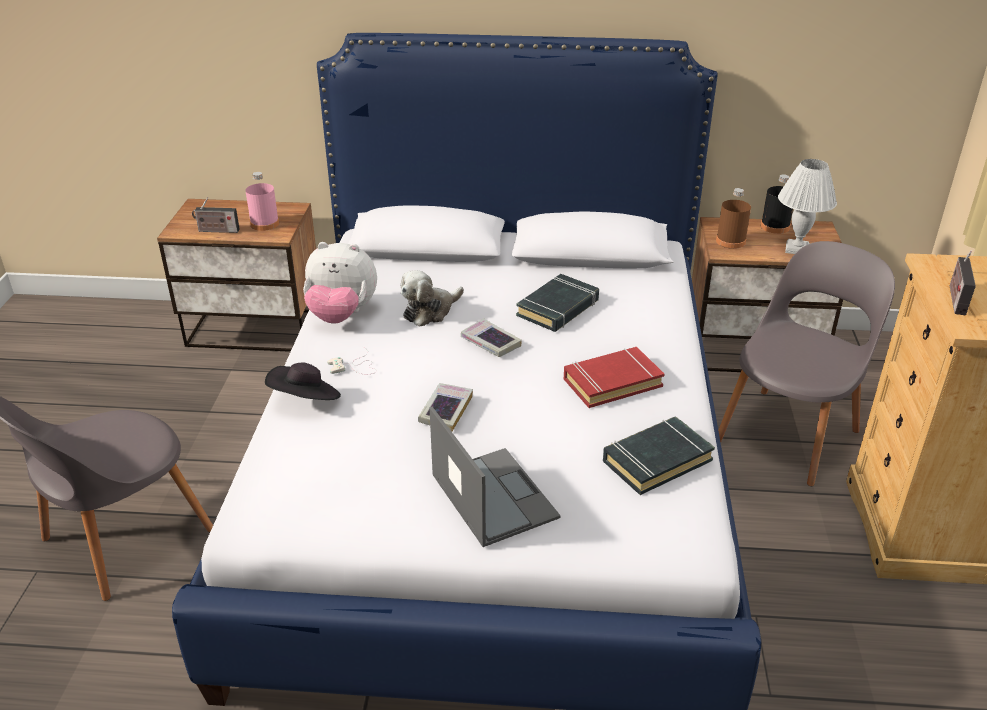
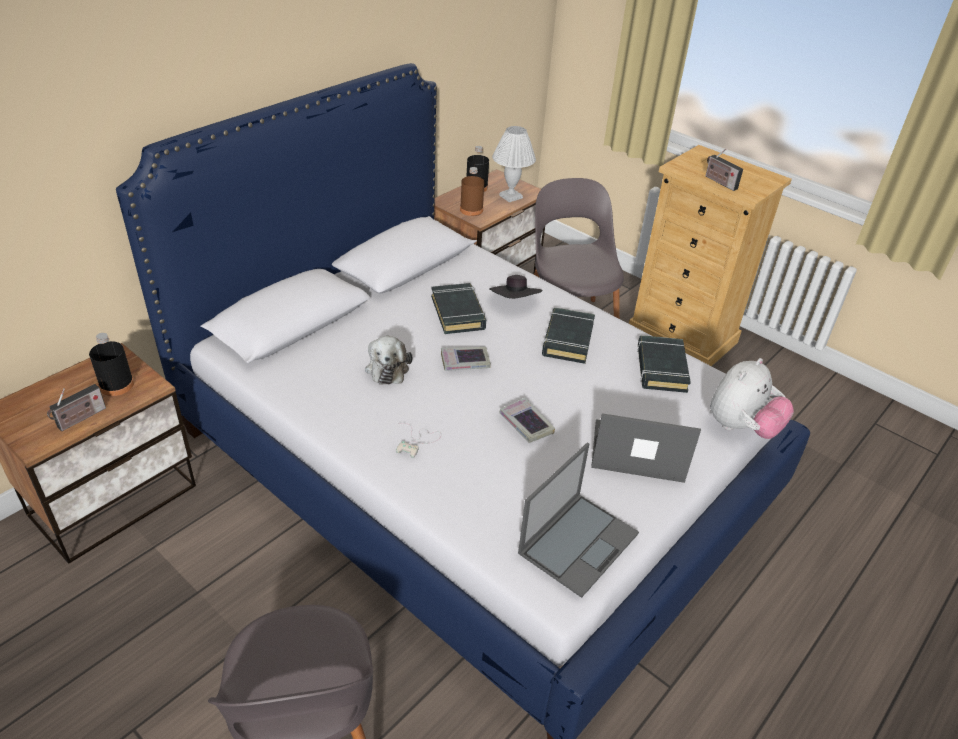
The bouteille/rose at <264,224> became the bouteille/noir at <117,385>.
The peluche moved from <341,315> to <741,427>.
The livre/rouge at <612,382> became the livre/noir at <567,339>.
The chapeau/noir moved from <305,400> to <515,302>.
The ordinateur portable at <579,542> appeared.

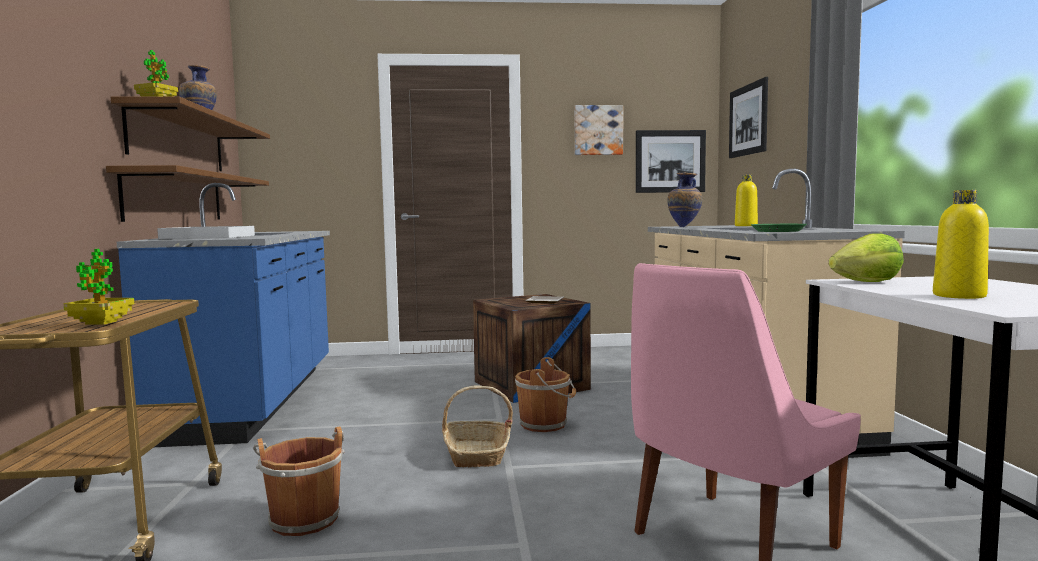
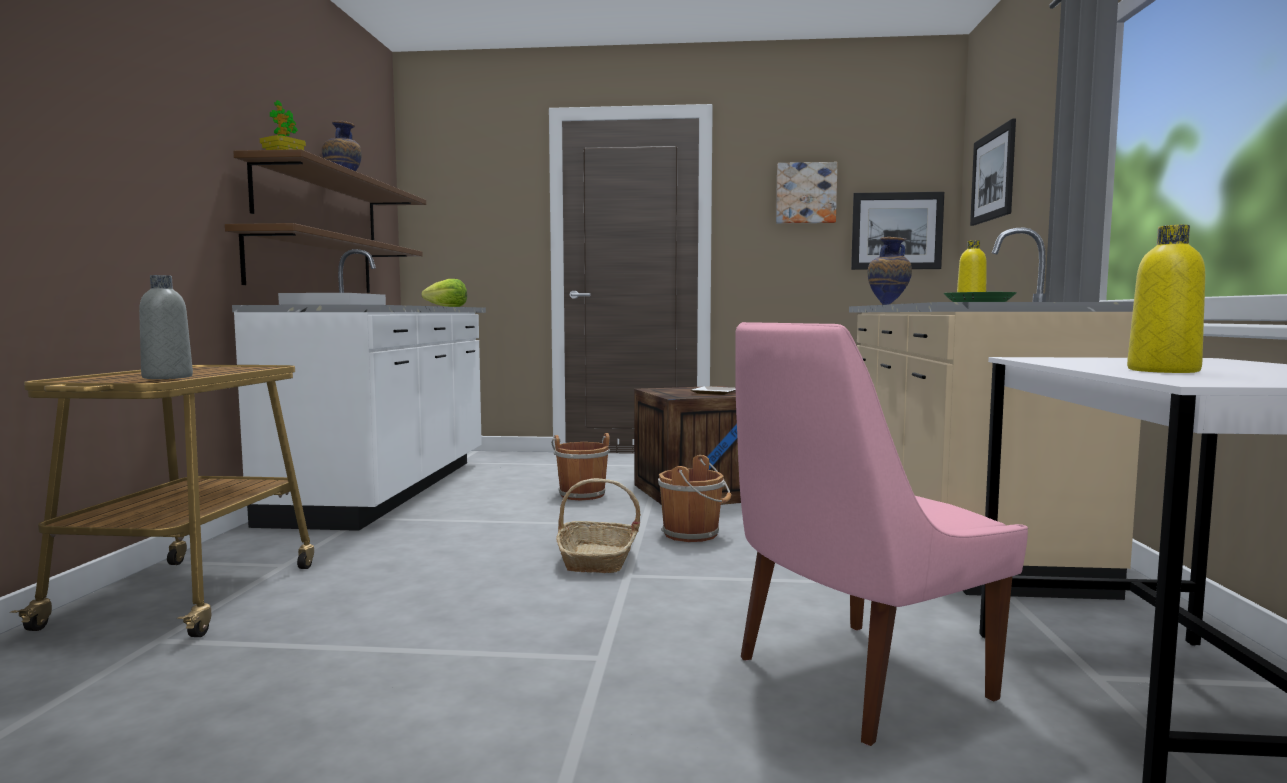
The comptoir de cuisine/bleu at <255,400> became the comptoir de cuisine/blanc at <388,490>.
The laitue moved from <866,282> to <447,307>.
The plante en pot at <101,322> was replaced by the bouteille/gris at <167,377>.
The seau/marron moved from <303,519> to <581,494>.

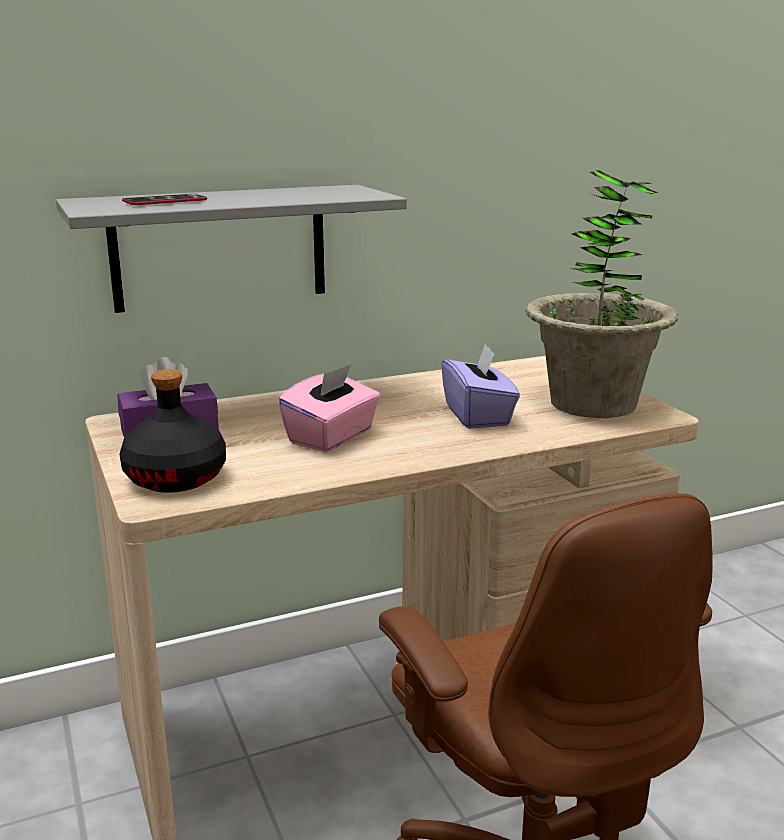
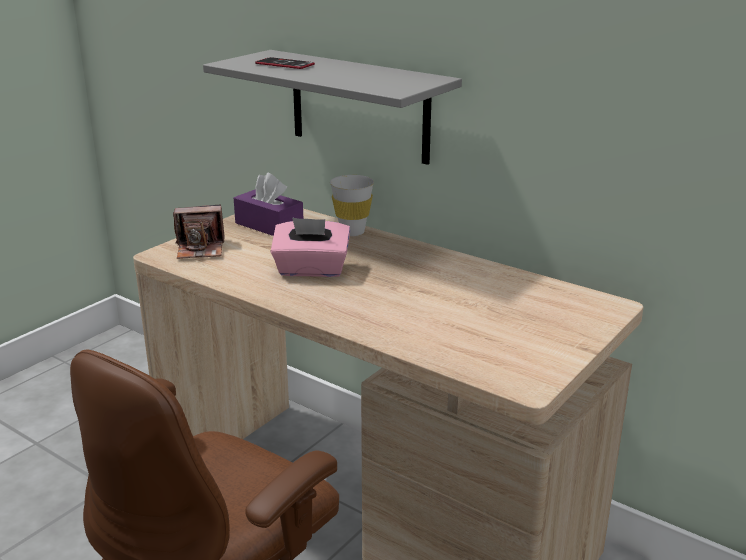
The plante en pot at <593,404> disappeared.
The boîte à mouchoirs/violet at <478,416> disappeared.
The bouteille/noir at <176,478> was replaced by the appareil photo at <200,249>.
The tasse/blanc at <352,232> appeared.

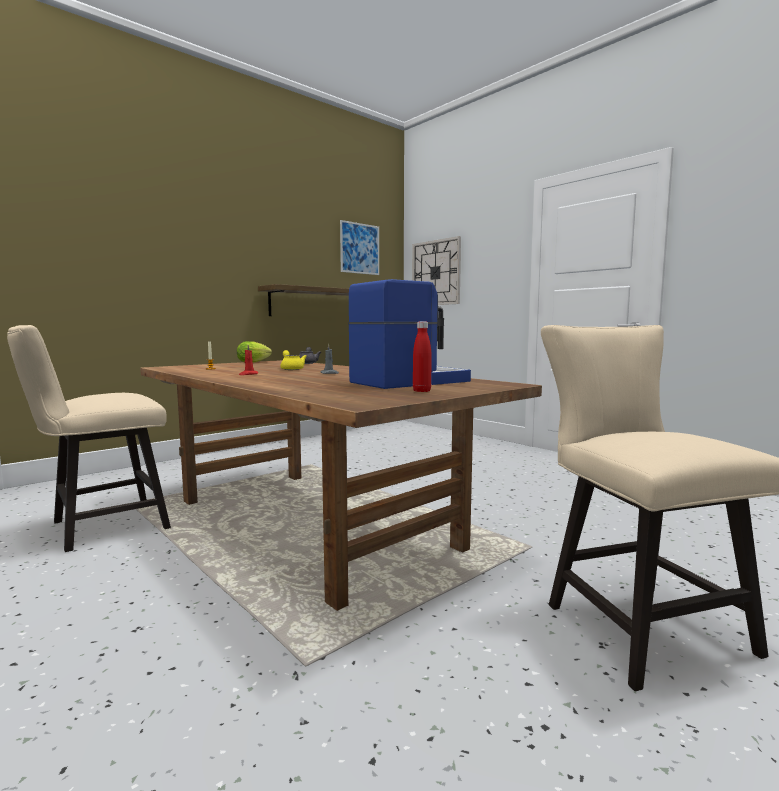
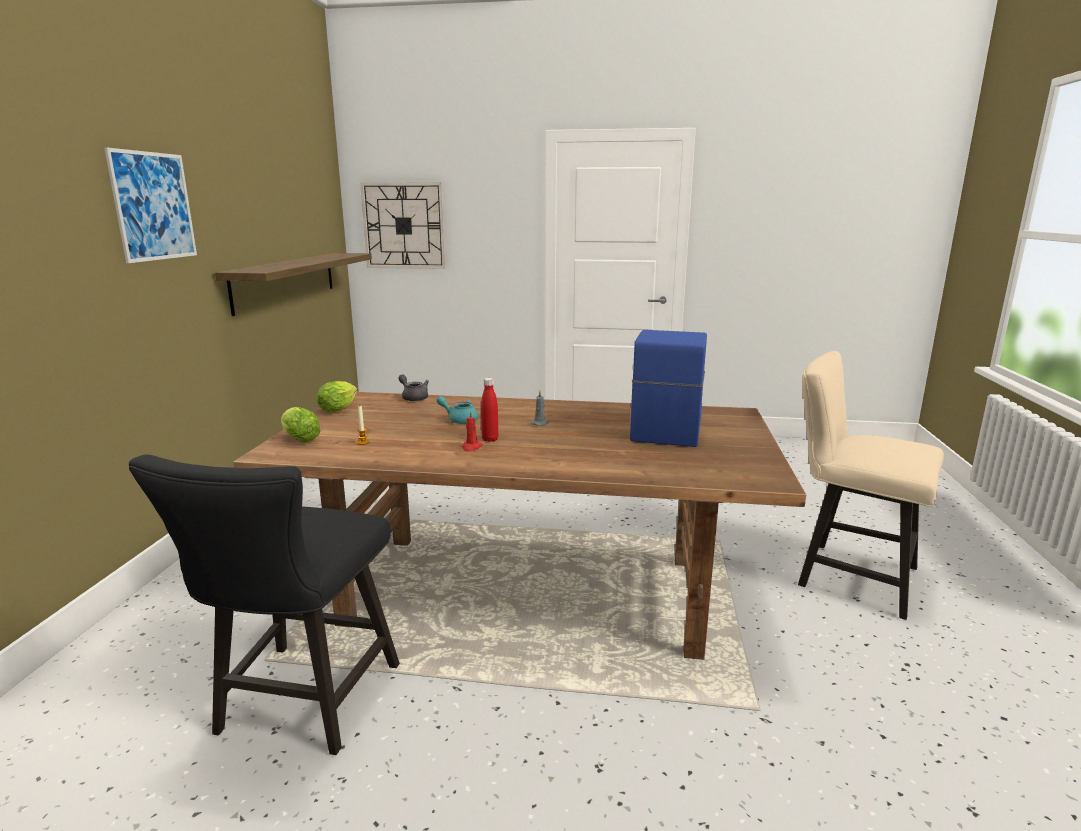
The tableau moved from <360,248> to <153,206>.
The bouteille/rouge moved from <421,391> to <490,439>.
The chaise/beige at <100,527> became the chaise/noir at <302,706>.
The théière/jaune at <291,369> became the théière/turquoise at <459,420>.
The laitue at <299,439> appeared.

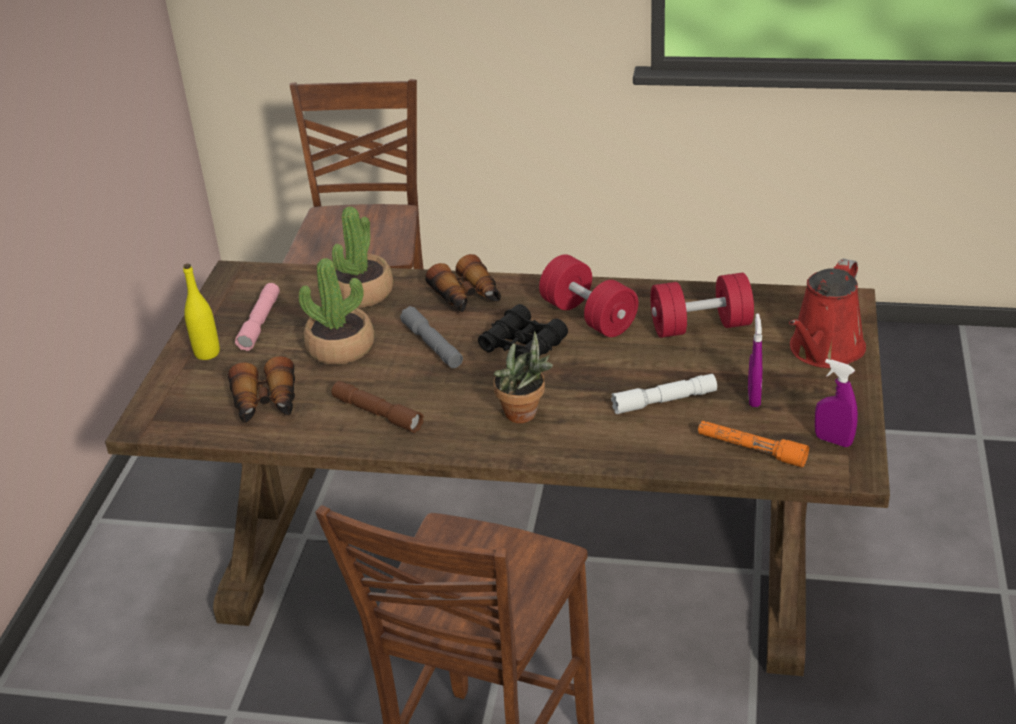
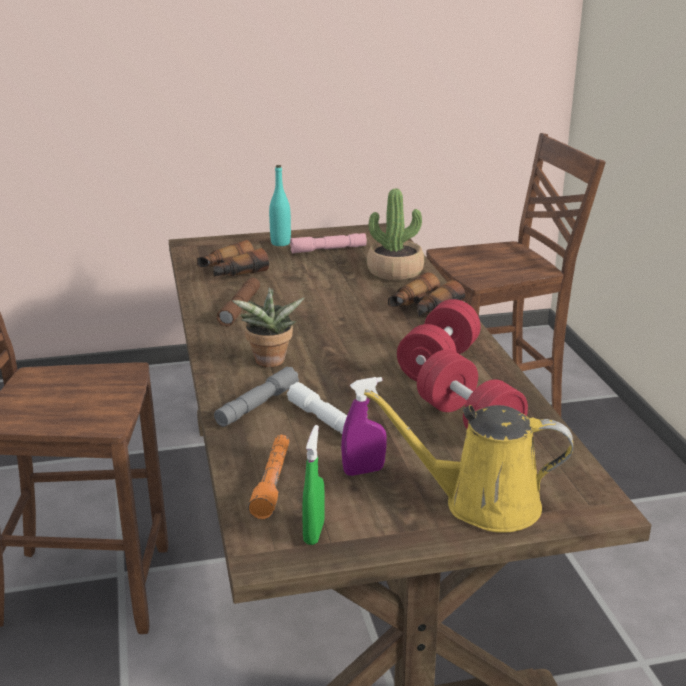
The plante en pot at <341,347> disappeared.
The arrosoir/rouge at <824,351> became the arrosoir/jaune at <482,504>.
The bouteille/jaune at <207,353> became the bouteille/turquoise at <280,243>.
The jumelles/noir at <523,345> disappeared.
The lampe de poche/gris moved from <432,345> to <257,405>.
The vaporisateur/violet at <833,440> became the vaporisateur/vert at <314,533>.

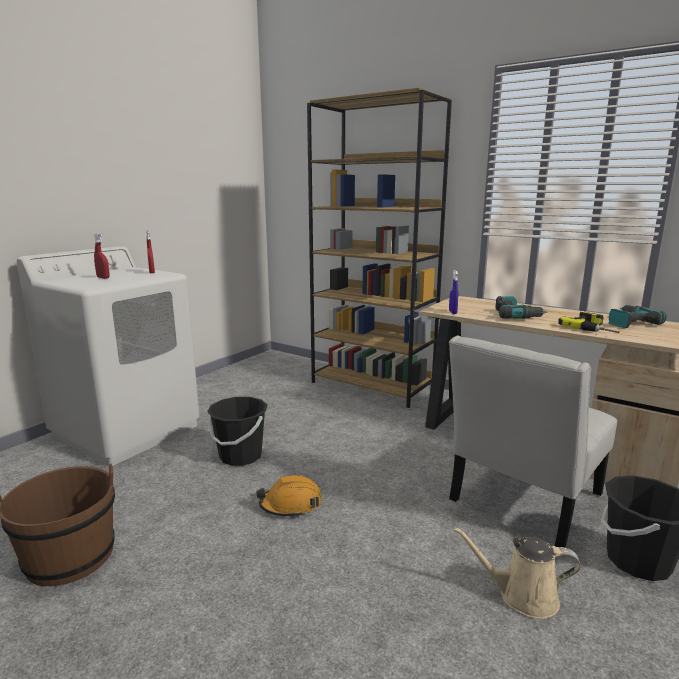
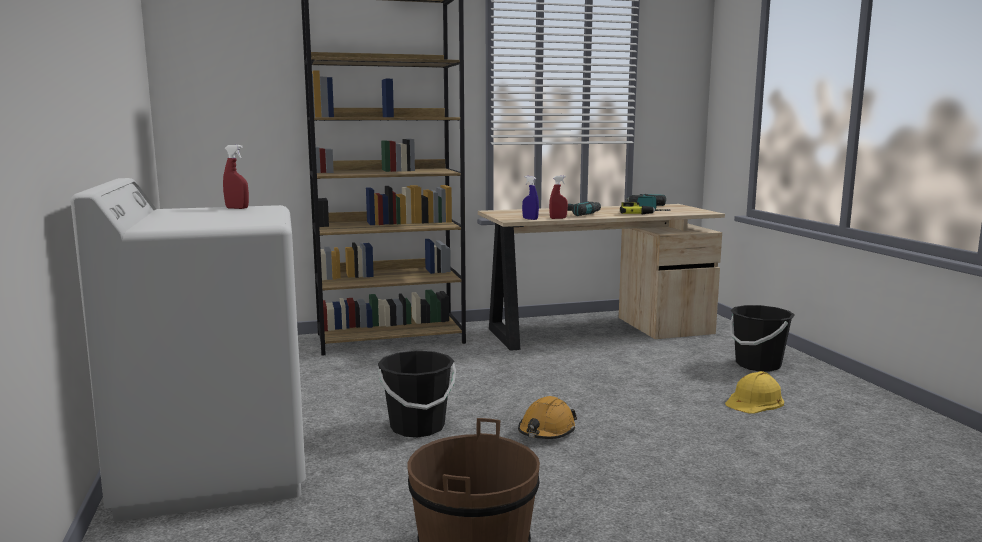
The vaporisateur/rouge moved from <103,278> to <558,218>.
The chaise/blanc at <521,501> disappeared.
The arrosoir/beige at <522,596> was replaced by the casque de chantier/jaune at <754,401>.

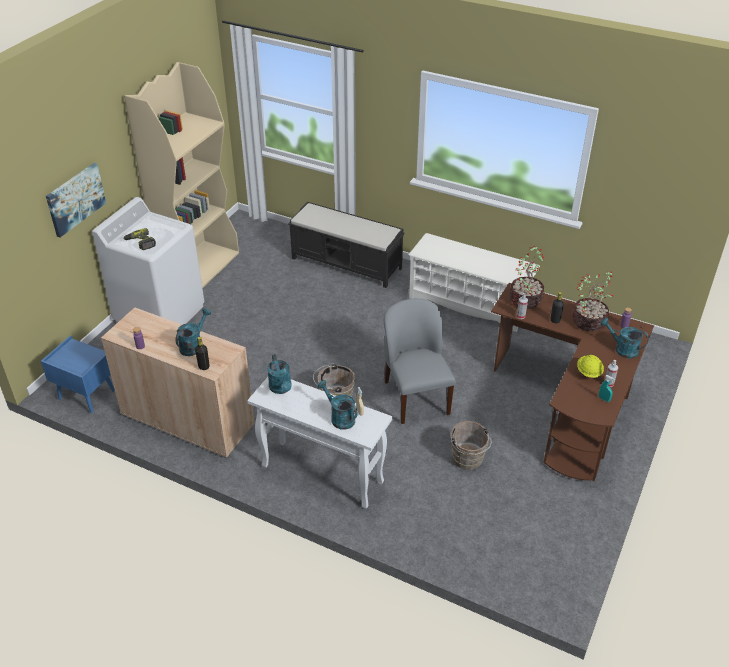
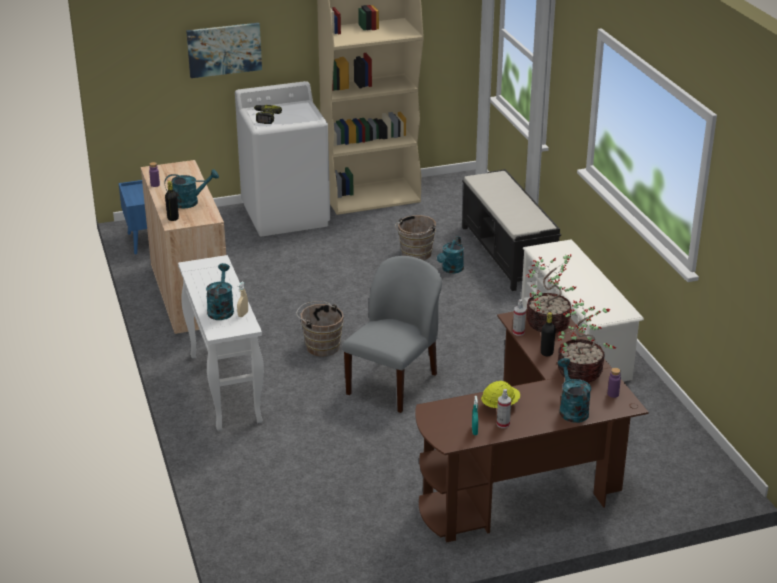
The arrosoir/turquoise moved from <281,389> to <451,270>.
The seau/marron moved from <468,460> to <415,255>.

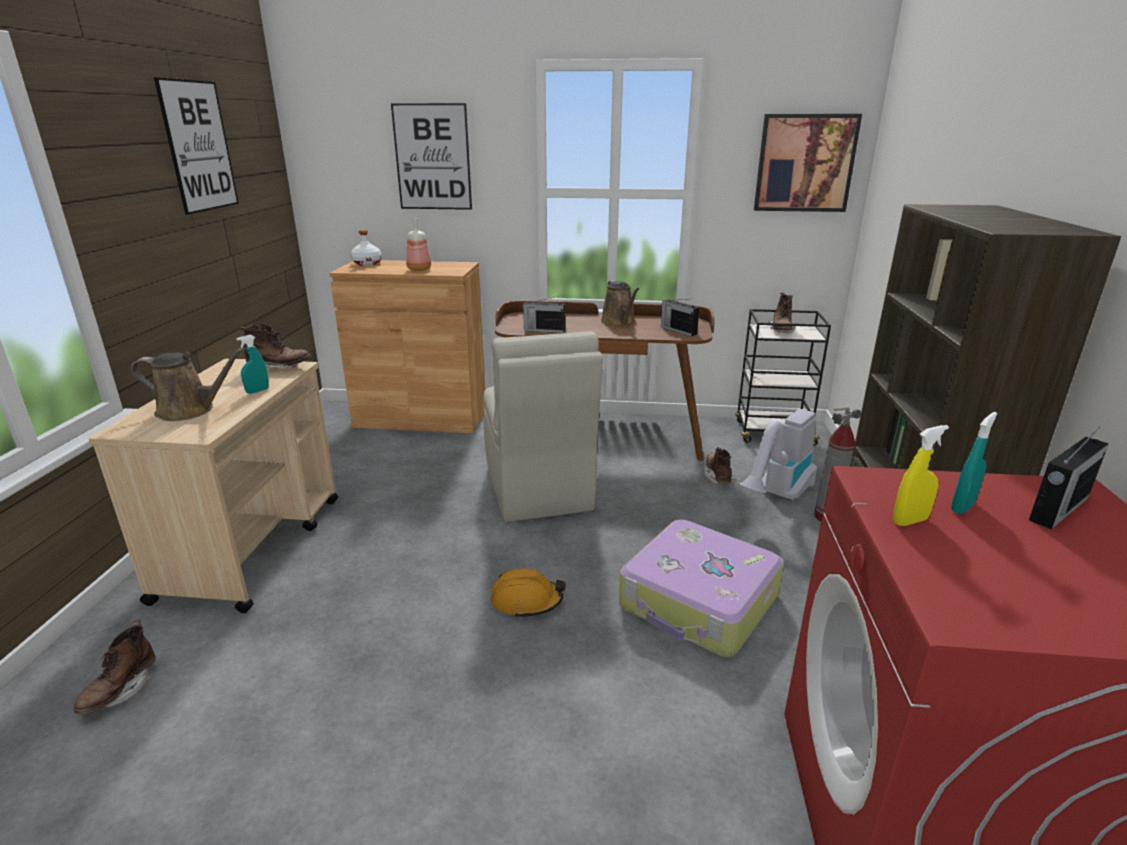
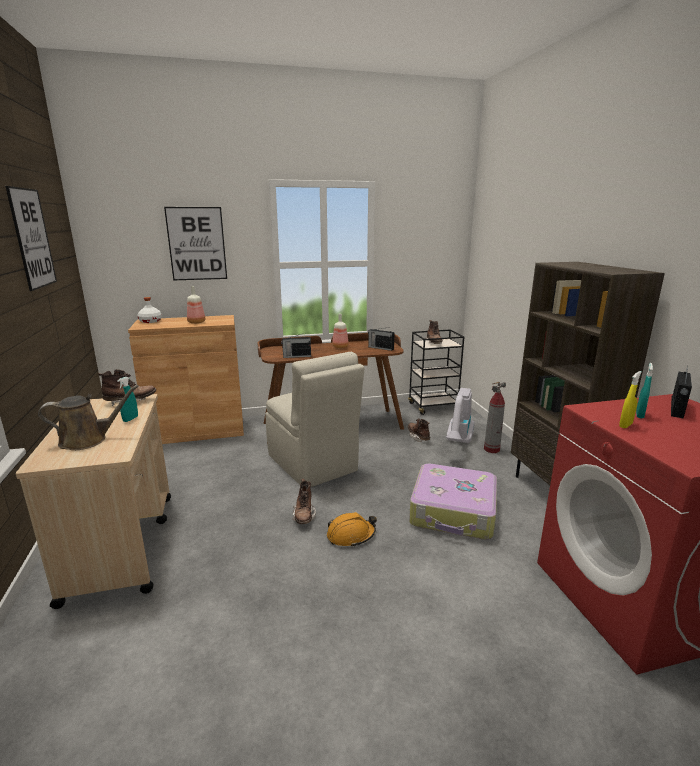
The tableau at <805,163> disappeared.
The arrosoir/marron at <619,322> was replaced by the bouteille at <340,346>.
The botte/marron moved from <120,691> to <304,516>.

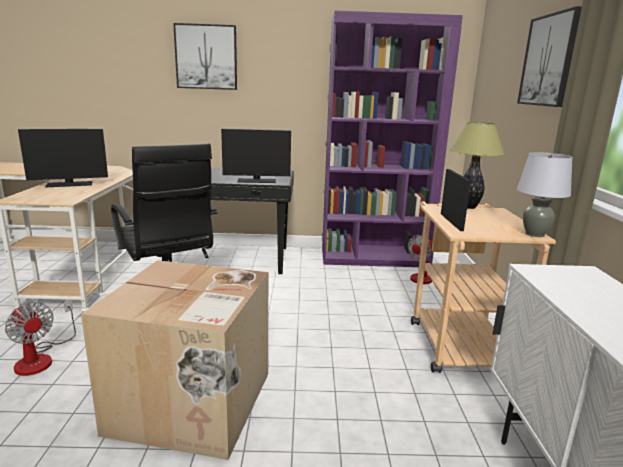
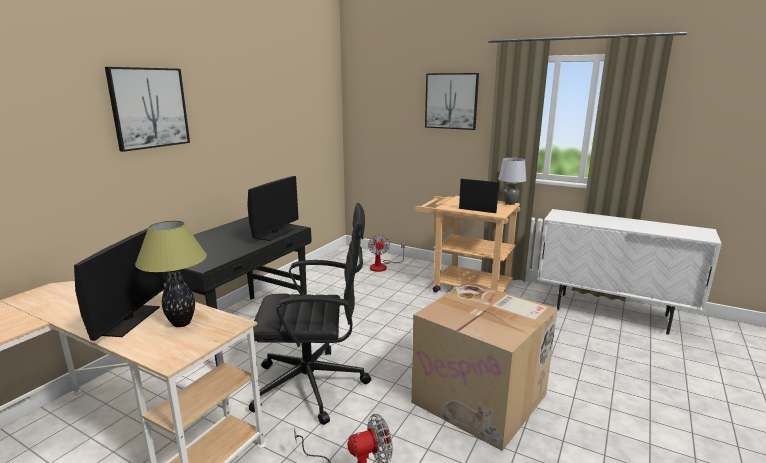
The bibliothèque/violet at <374,258> disappeared.
The lampe de table moved from <469,207> to <182,323>.

